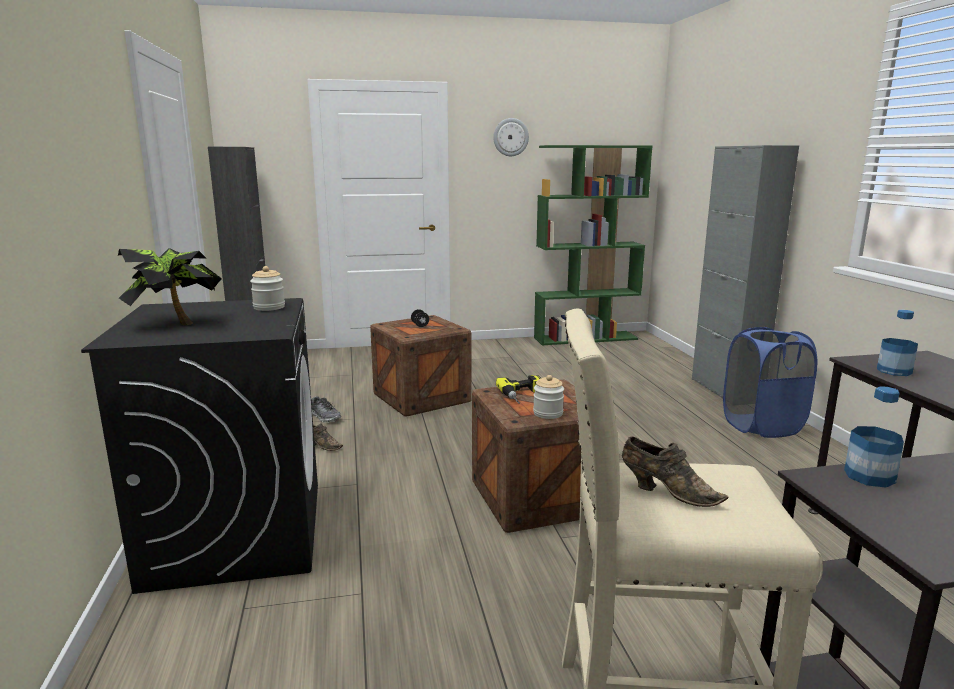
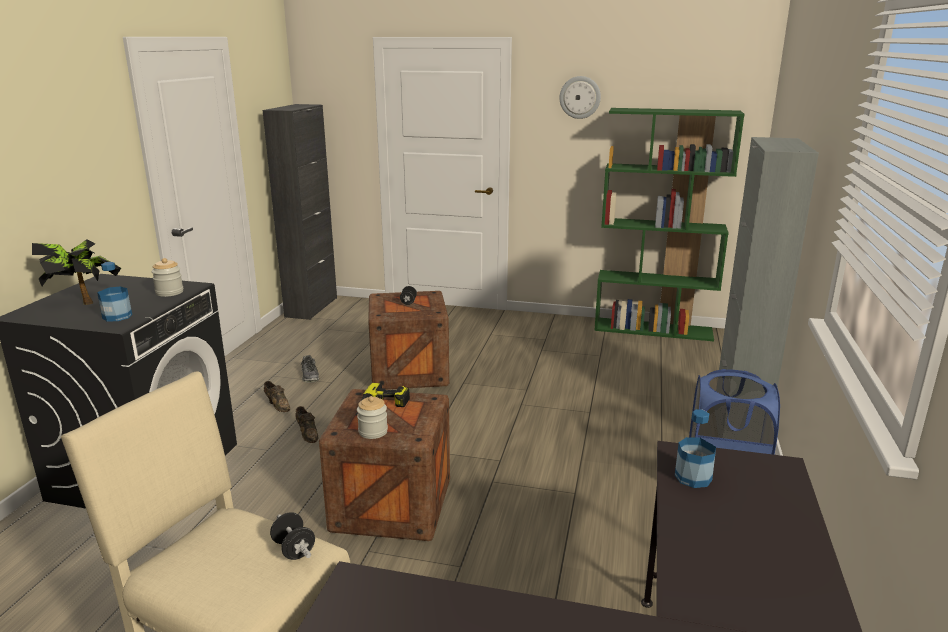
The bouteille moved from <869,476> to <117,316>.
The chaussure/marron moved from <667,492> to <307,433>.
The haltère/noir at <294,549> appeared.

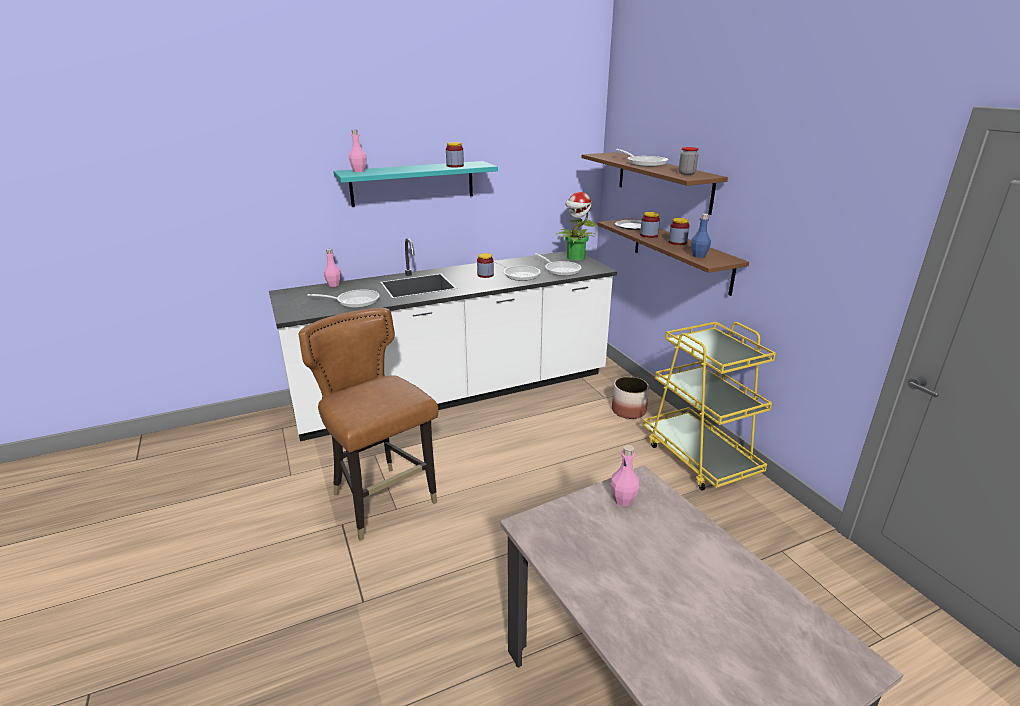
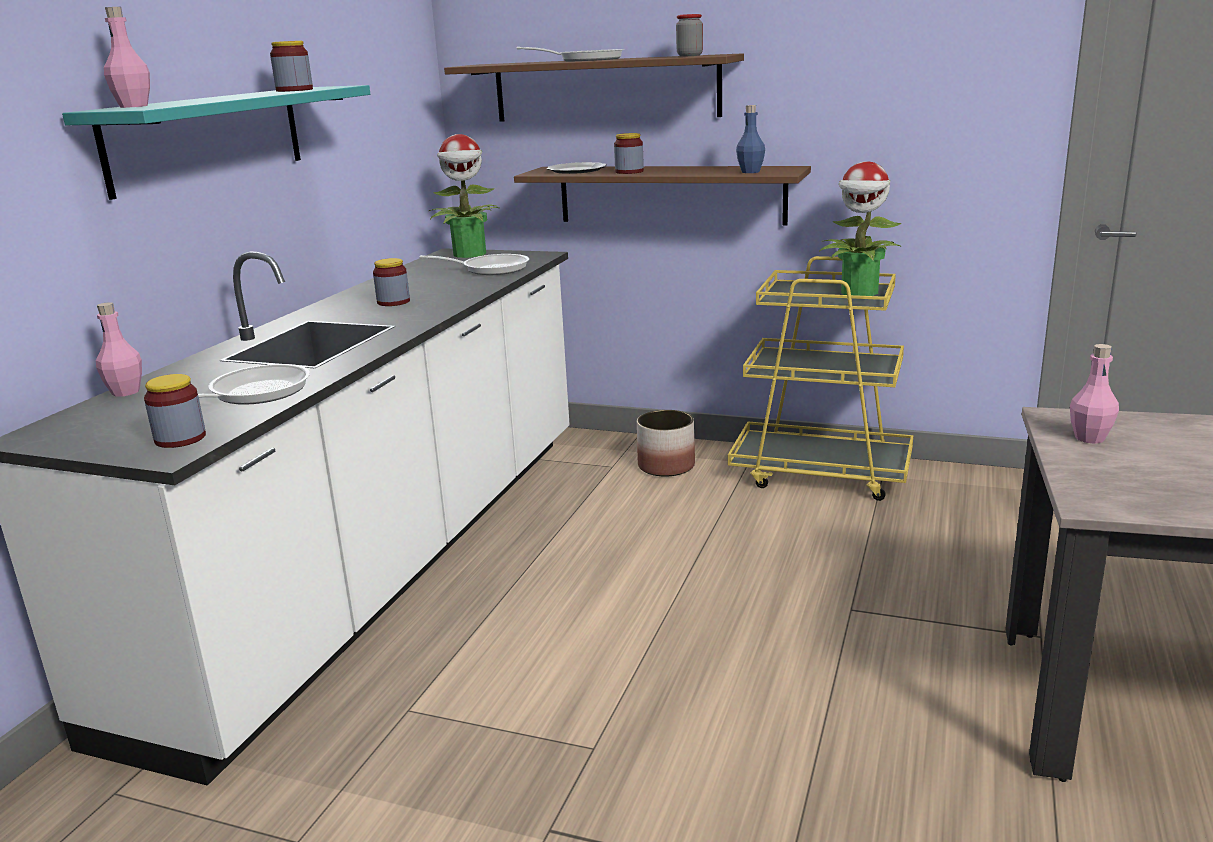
The bocal moved from <677,242> to <180,438>.
The poêle at <519,275> disappeared.
The chaise/marron at <383,501> disappeared.
The plante en pot at <859,292> appeared.

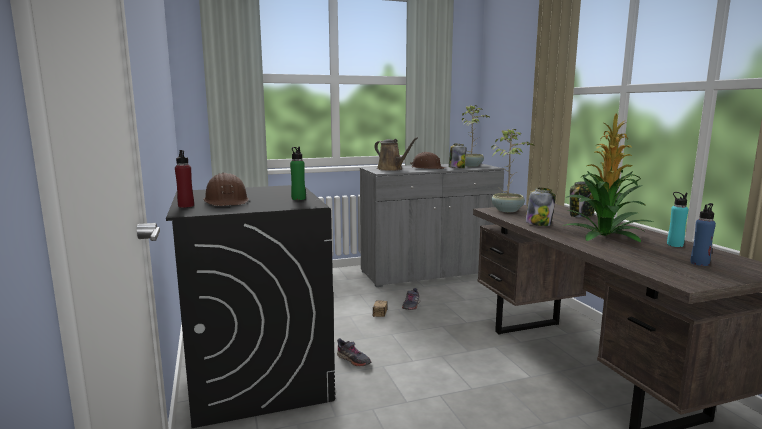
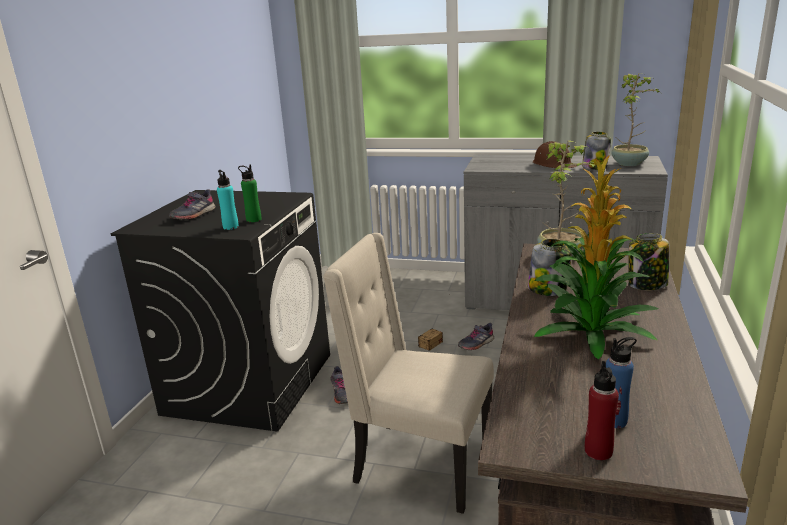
The arrosoir/marron at <391,169> disappeared.
The bouteille/rouge moved from <186,206> to <598,451>.
The casque de chantier/marron at <227,201> was replaced by the chaussure/gris at <193,215>.
The bouteille/turquoise moved from <674,245> to <230,227>.
The chaise/beige at <419,463> appeared.

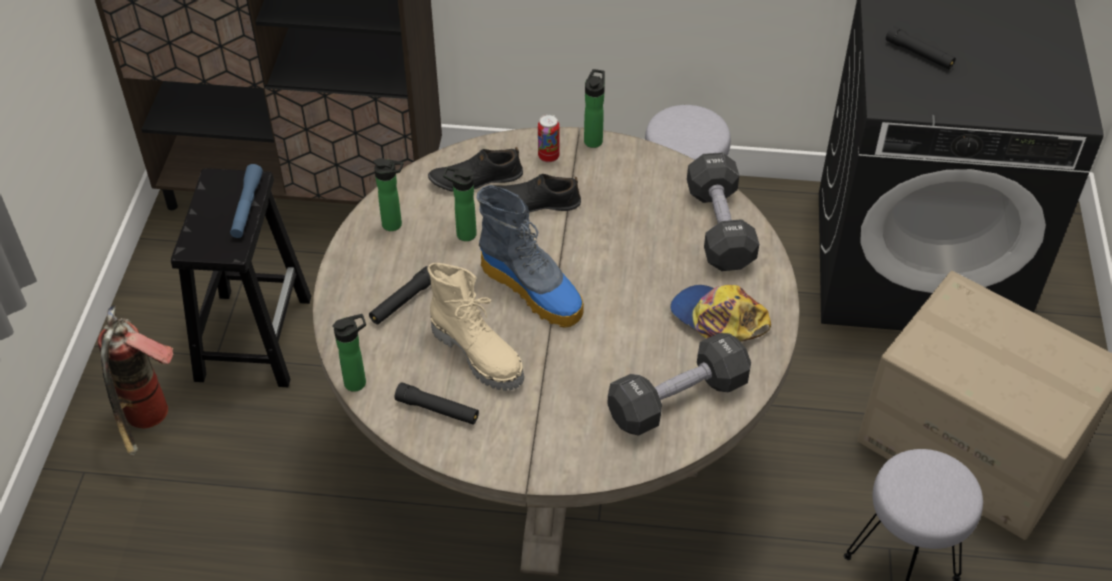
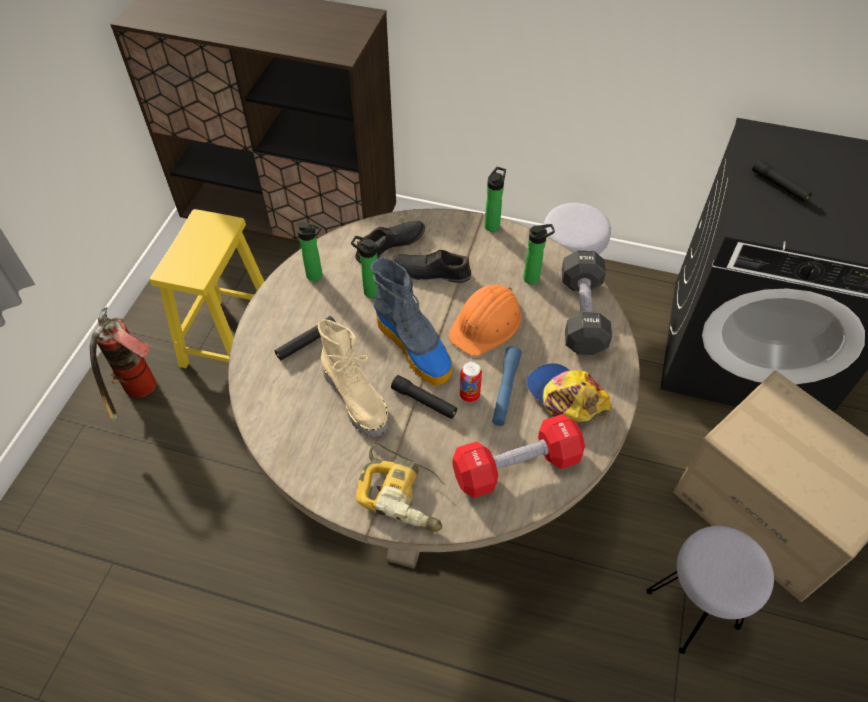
The boîte métallique moved from <548,157> to <469,395>.
The chaussure/noir at <476,178> turned 150 degrees clockwise.
The lampe de poche/bleu moved from <247,207> to <505,390>.
The tabouret/noir at <254,336> became the tabouret/jaune at <230,338>.
The bouteille moved from <358,382> to <534,278>.
The haltère/noir at <677,399> became the haltère/rouge at <516,466>.
The lampe de poche/noir moved from <437,410> to <424,401>.
The casque de chantier/orange at <487,324> appeared.
The perceuse at <404,493> appeared.

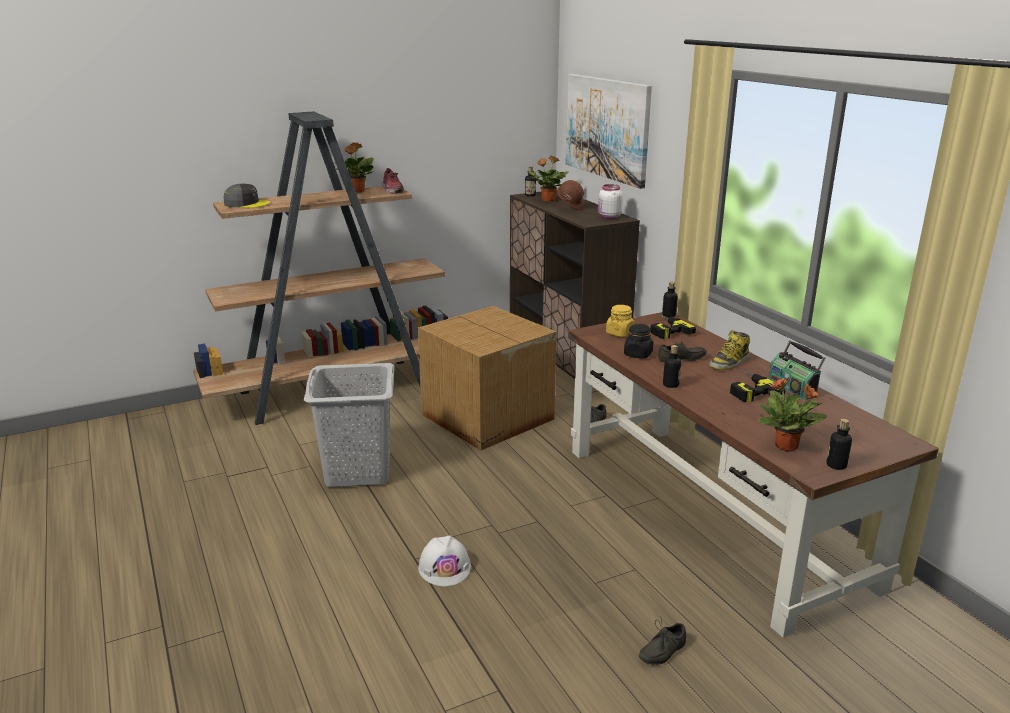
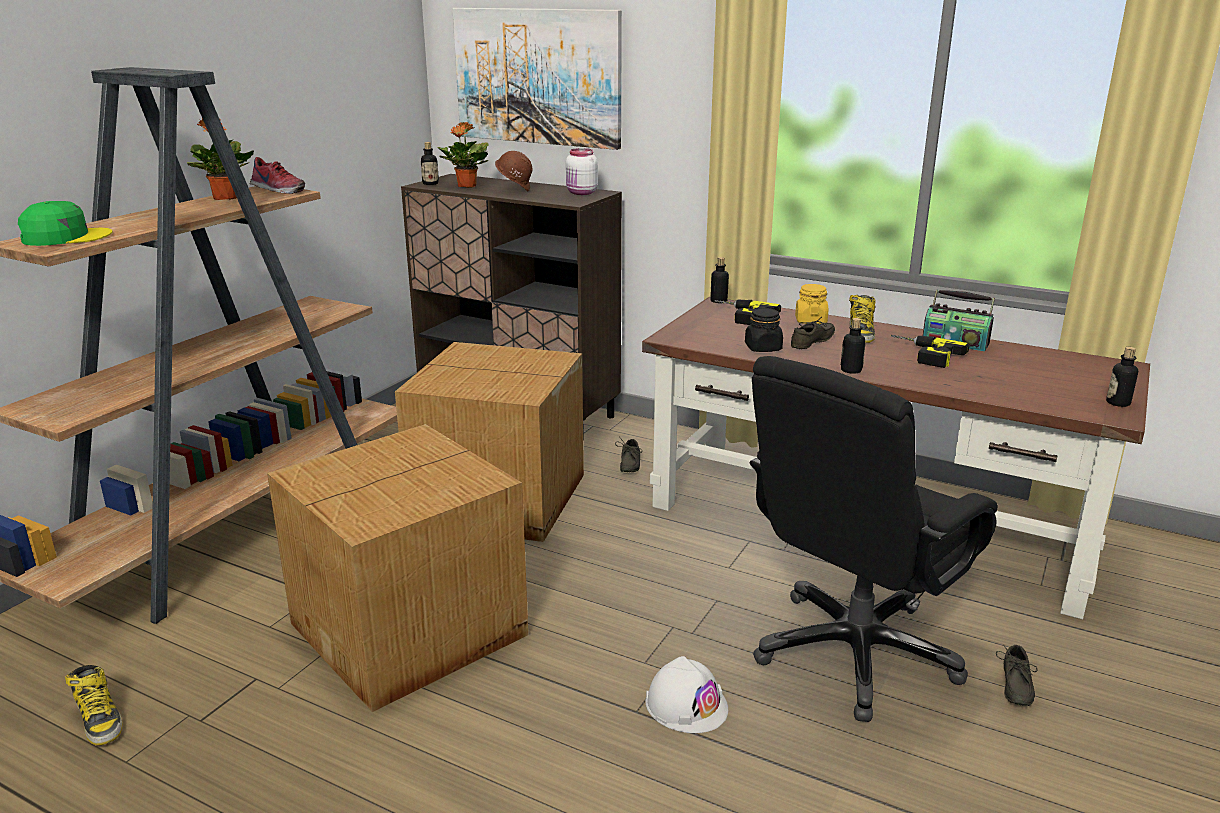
The casquette/gris at <246,204> became the casquette/vert at <65,237>.
The bocal/jaune moved from <620,333> to <810,321>.
The panier à linge/gris at <358,471> was replaced by the carton at <412,629>.
The plante en pot at <787,447> disappeared.
The chaise de bureau/noir at <855,653> appeared.
The botte at <99,719> appeared.

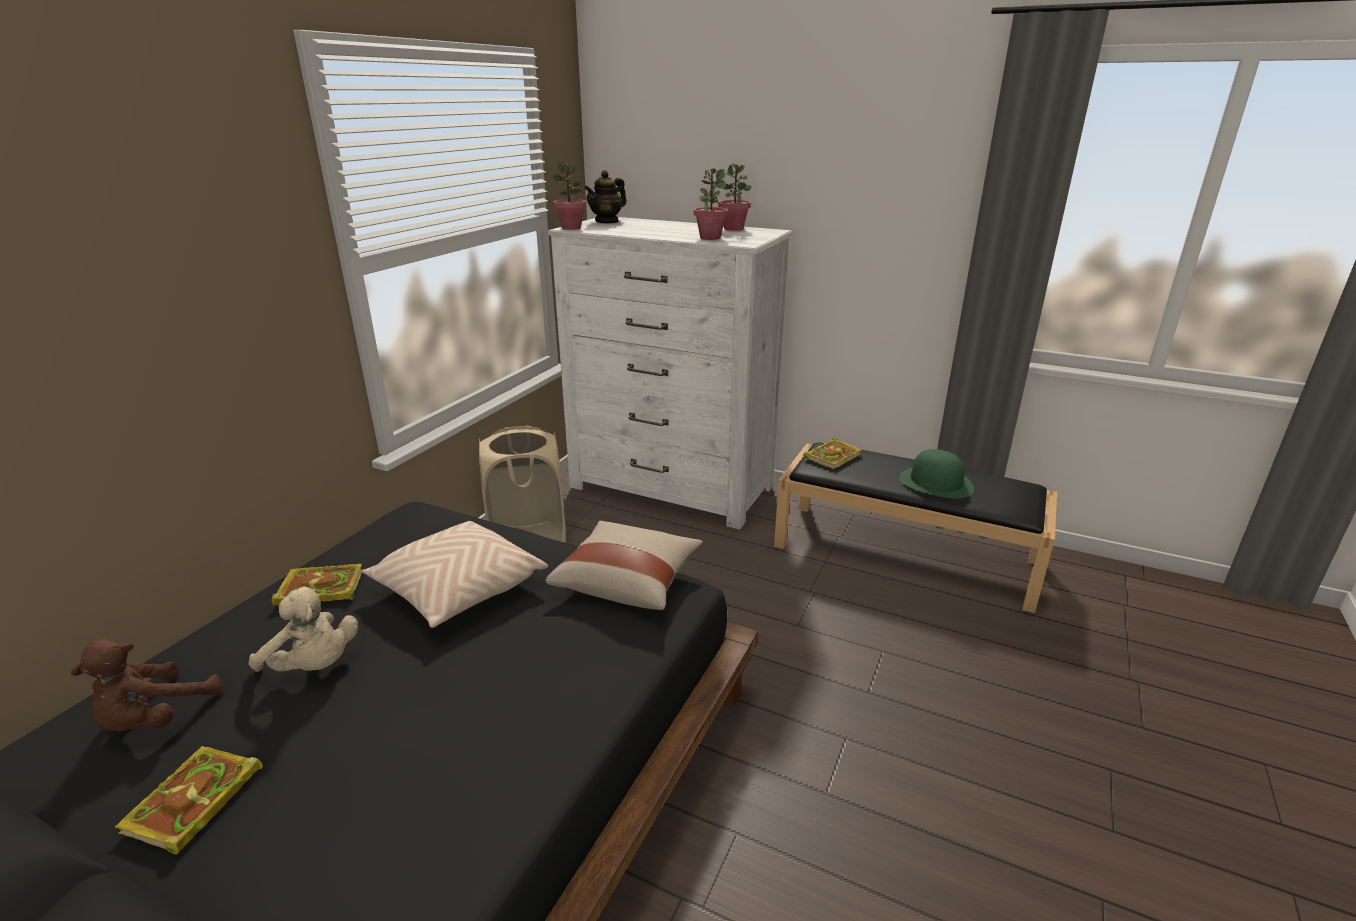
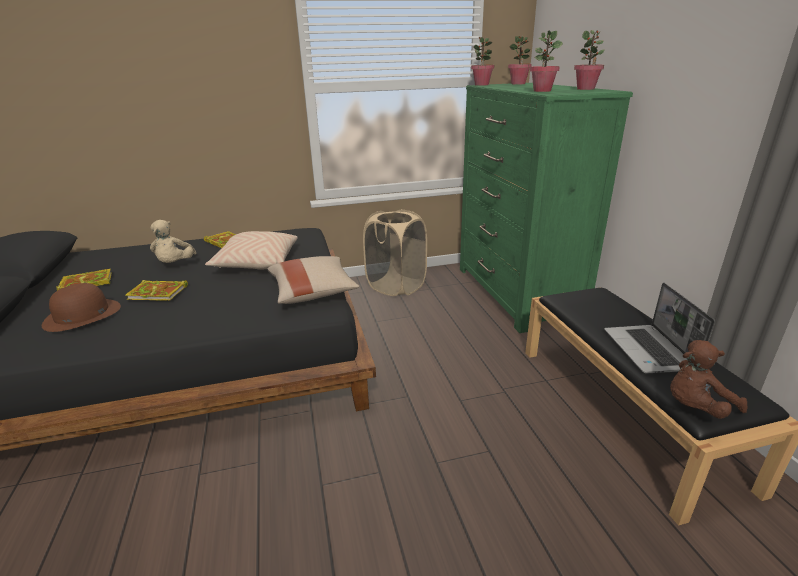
The théière at <607,221> was replaced by the plante en pot at <518,84>.
The commode/blanc at <671,487> became the commode/vert at <516,293>.
The livre moved from <833,456> to <159,293>.
The chapeau/vert at <936,482> was replaced by the ordinateur portable at <650,350>.
The peluche/marron moved from <156,718> to <695,407>.
The chapeau/marron at <82,315> appeared.

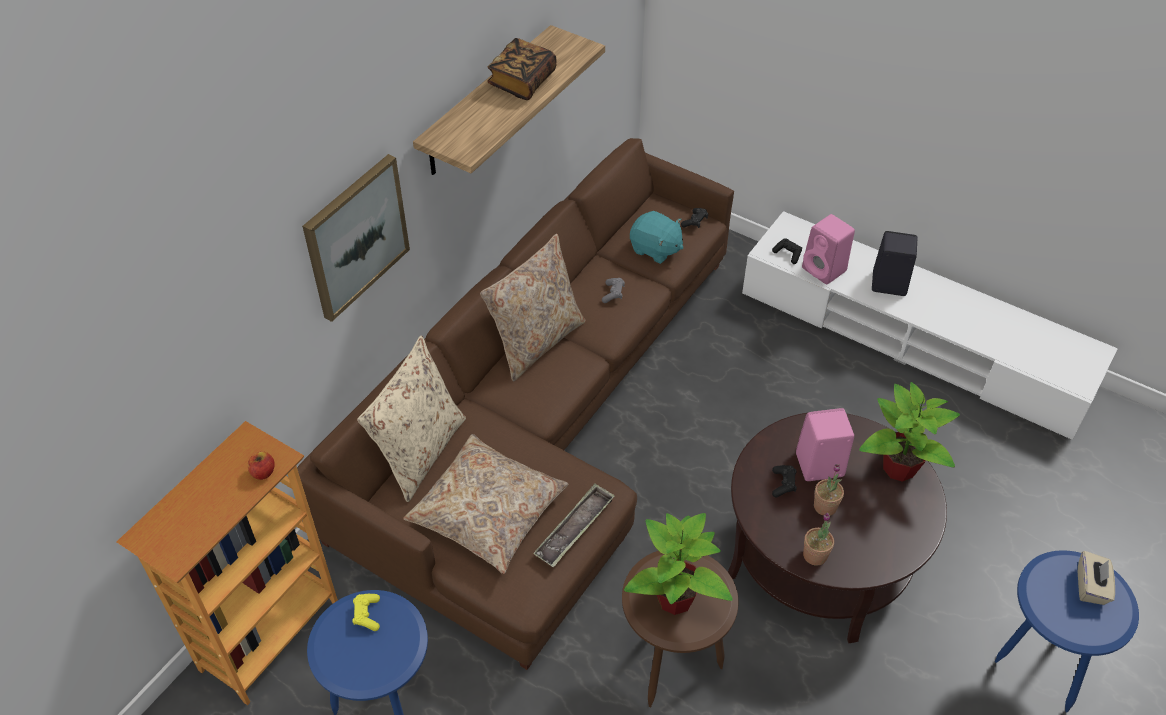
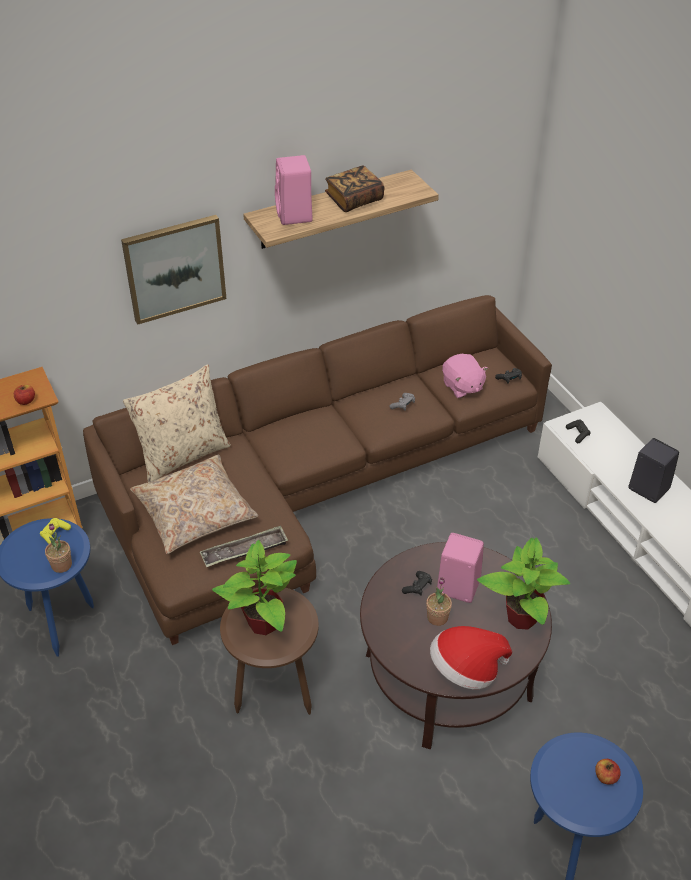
The peluche/turquoise at <655,249> became the peluche/rose at <462,387>.
The enceinte/rose moved from <825,270> to <295,216>.
The coussin/beige at <536,341> disappeared.
The plante en pot moved from <815,555> to <61,565>.
The boîte à mouchoirs/beige at <1091,587> was replaced by the pomme at <605,777>.
The chapeau at <466,670> appeared.

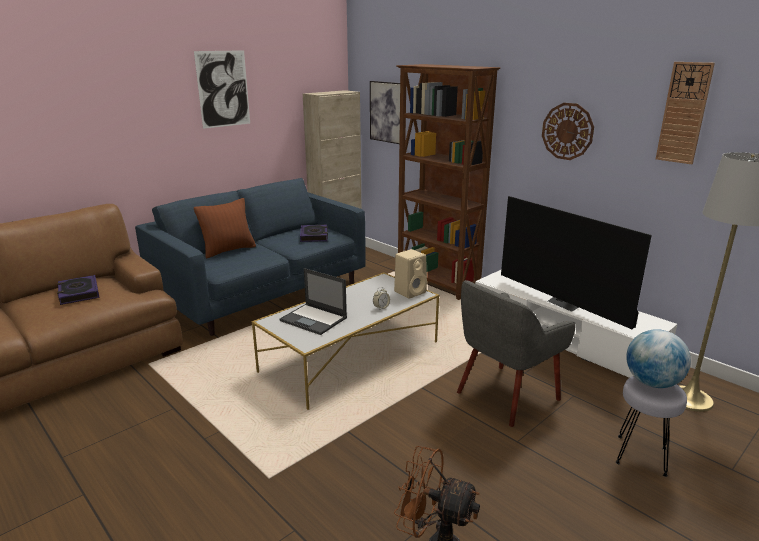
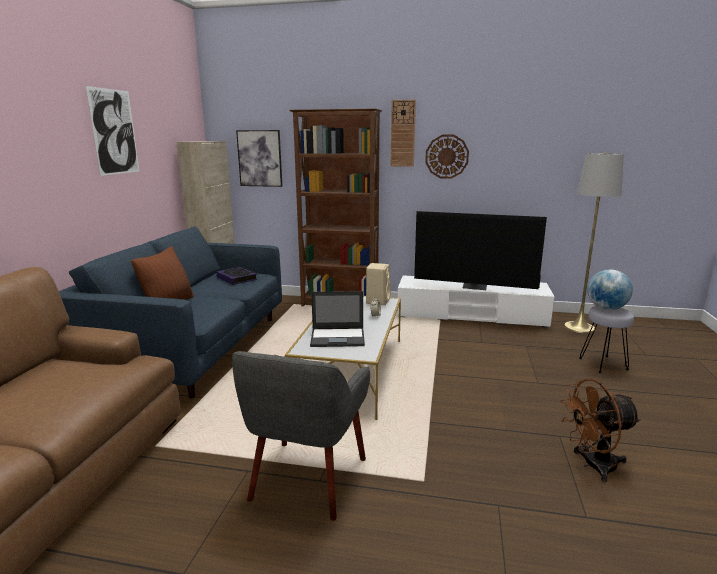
The horloge murale moved from <684,113> to <403,133>.
The livre at <78,293> disappeared.
The fauteuil/gris moved from <505,395> to <307,479>.

